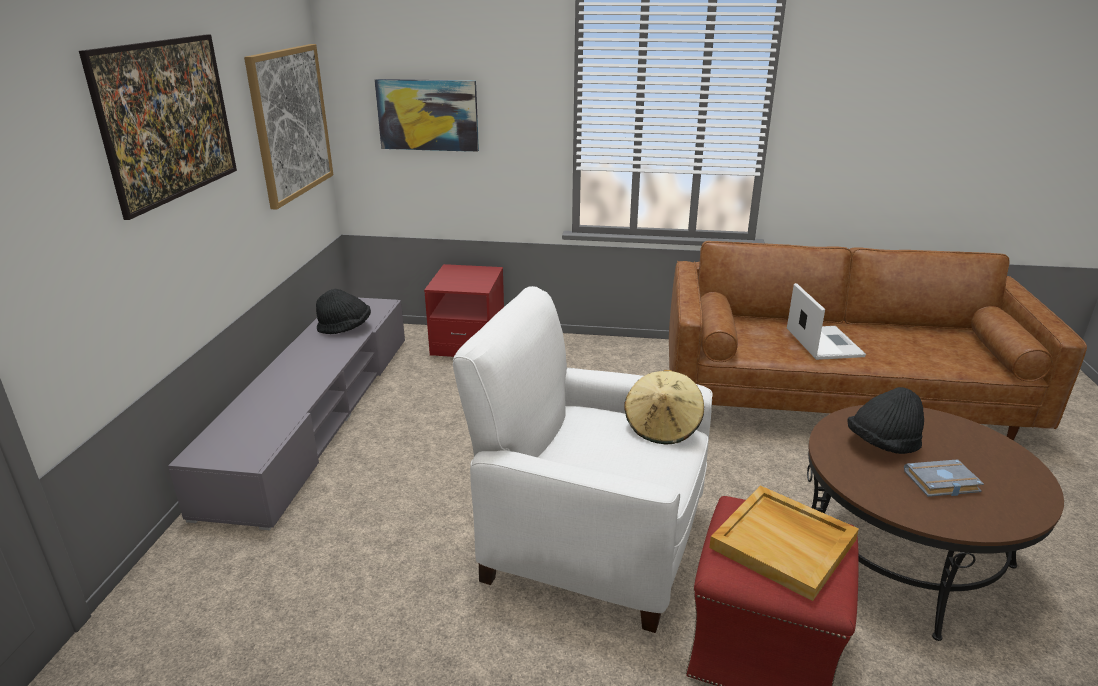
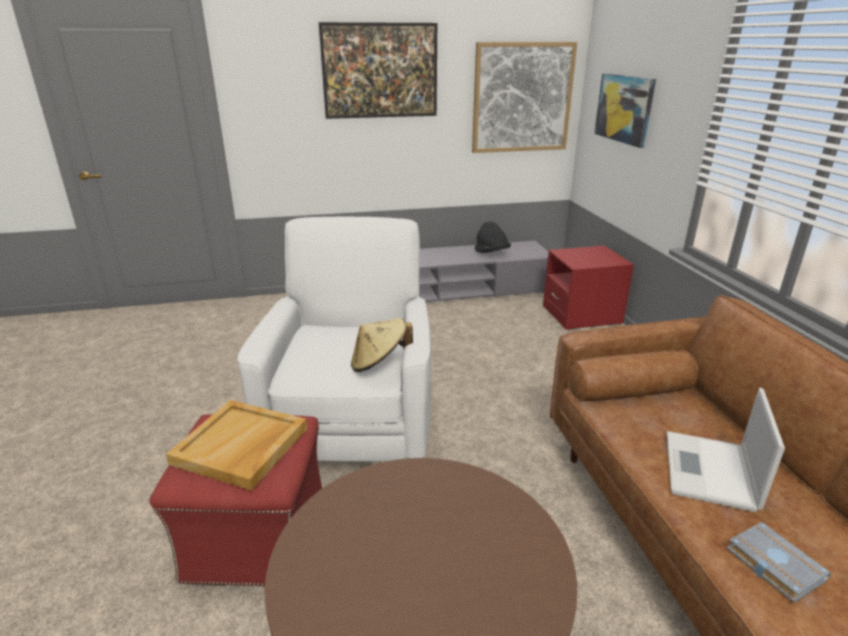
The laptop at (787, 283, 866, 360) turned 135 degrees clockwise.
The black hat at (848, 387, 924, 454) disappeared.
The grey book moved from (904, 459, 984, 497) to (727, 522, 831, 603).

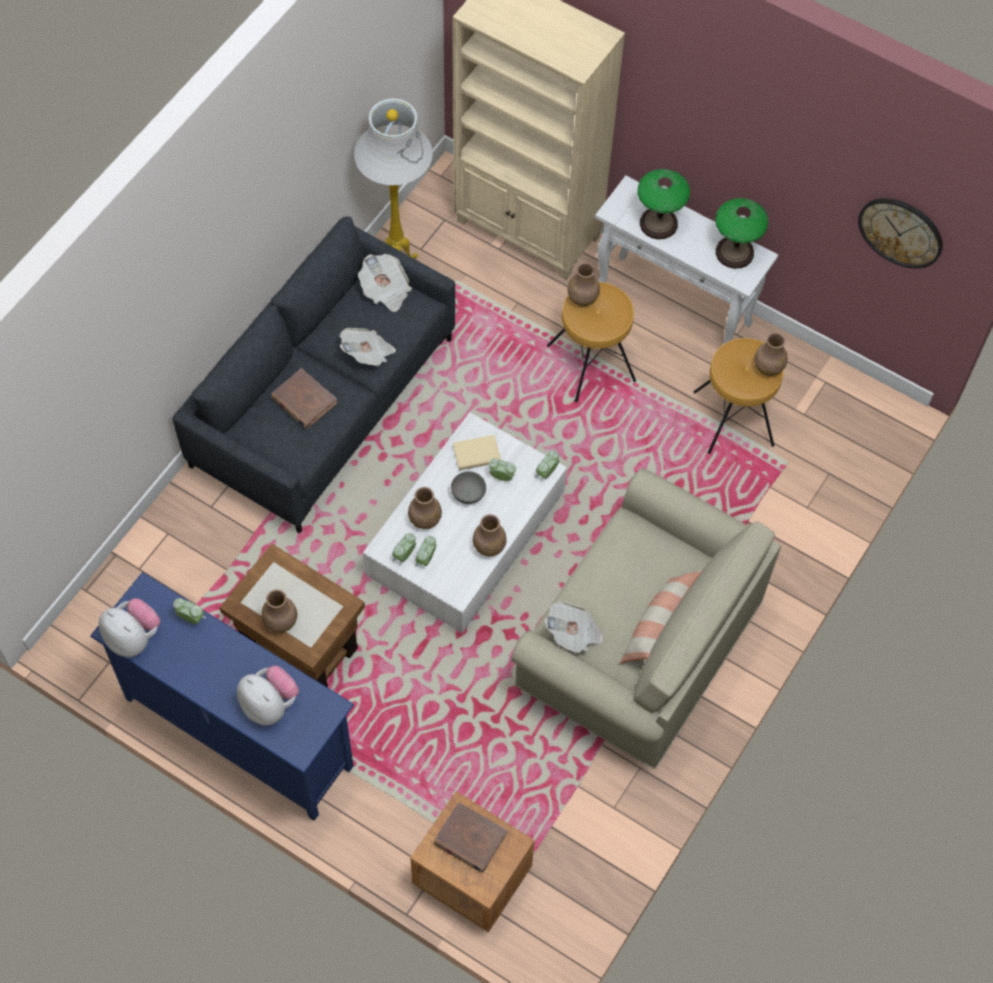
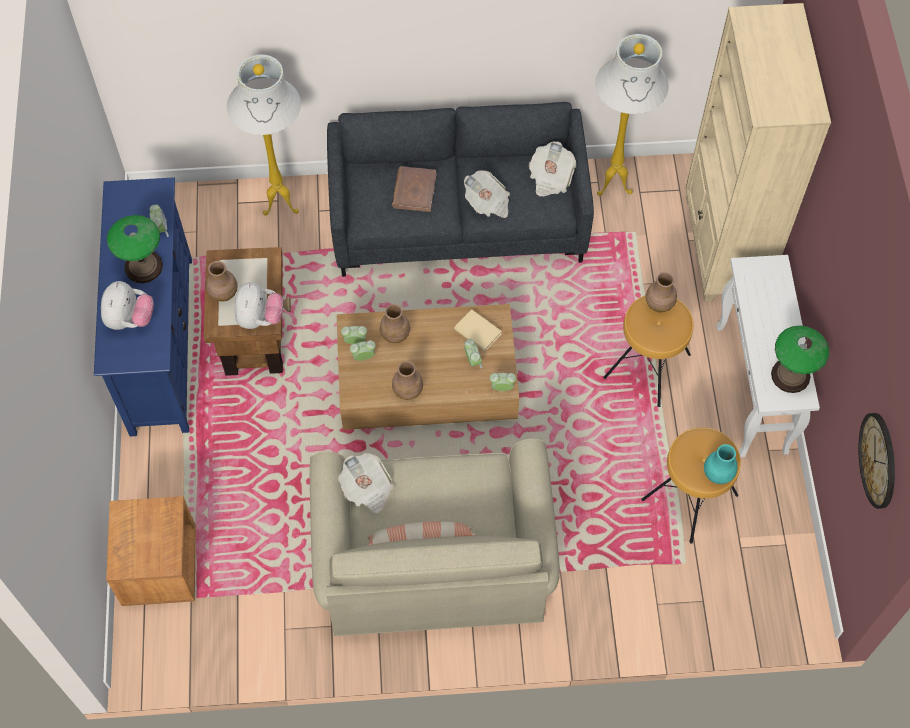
The plush toy moved from (98, 598, 160, 657) to (235, 282, 283, 329).
The white coffee table at (363, 412, 567, 633) became the brown coffee table at (337, 304, 519, 430).
The brown book at (434, 802, 507, 873) disappeared.
The grey bowl at (451, 471, 486, 504) disappeared.
The table lamp moved from (637, 169, 690, 239) to (107, 215, 163, 283).
The brown vase at (754, 332, 787, 376) became the turquoise vase at (704, 444, 738, 484).
The white floor lamp at (227, 55, 301, 215) appeared.

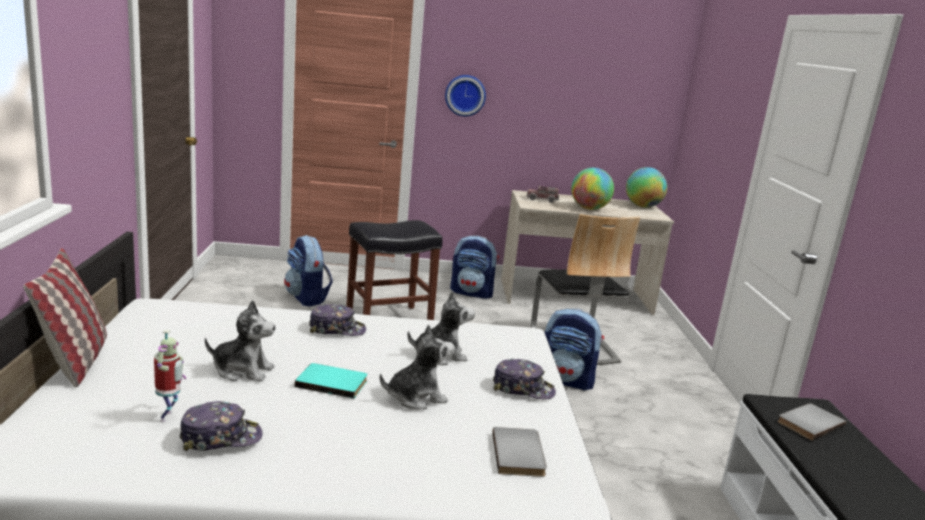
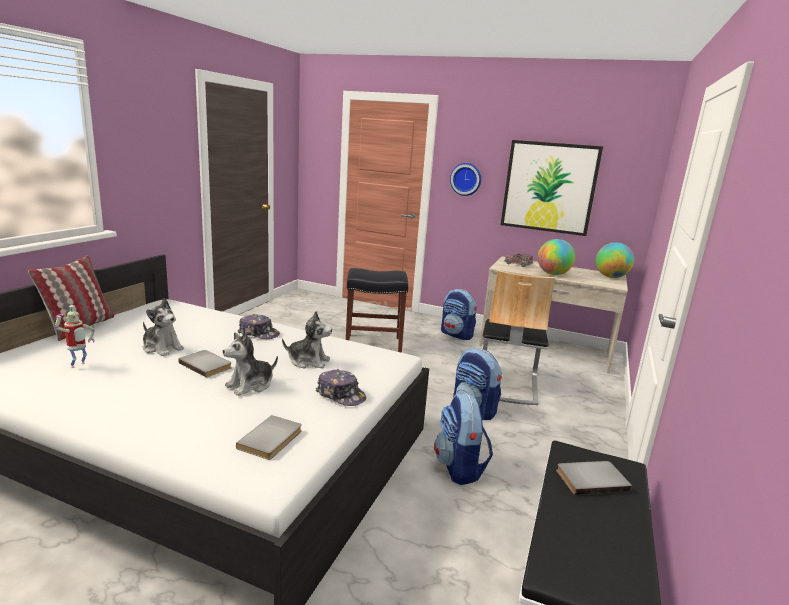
The cap at (179, 401, 262, 451) disappeared.
The backpack moved from (284, 235, 333, 307) to (434, 392, 493, 485).
The turquoise book at (295, 363, 367, 399) became the grey book at (178, 350, 232, 378).
The plush toy at (380, 324, 455, 409) turned 135 degrees clockwise.
The picture at (501, 140, 603, 236) appeared.

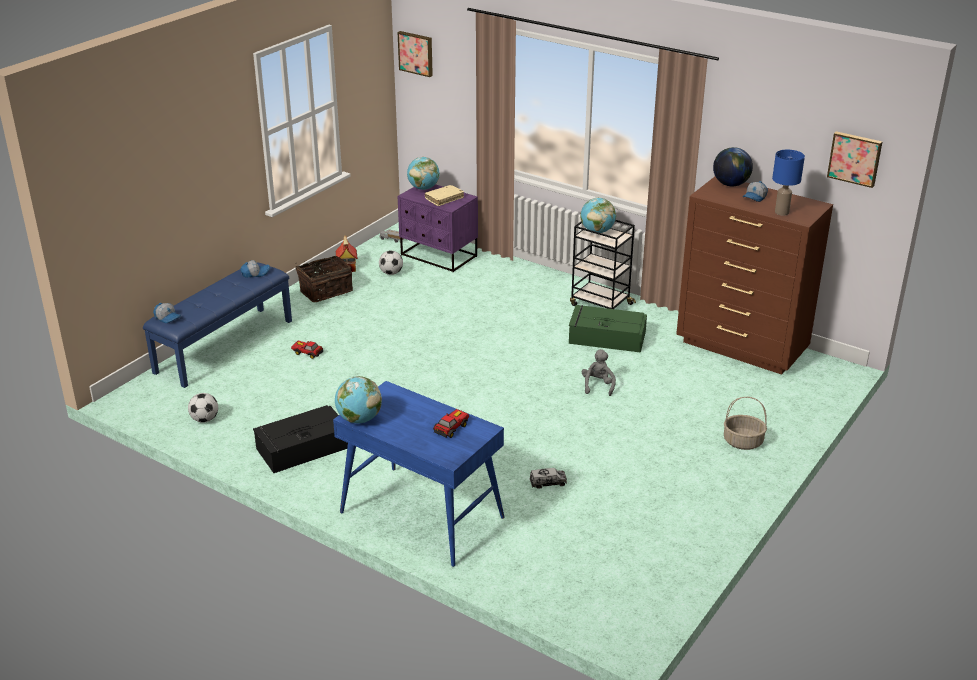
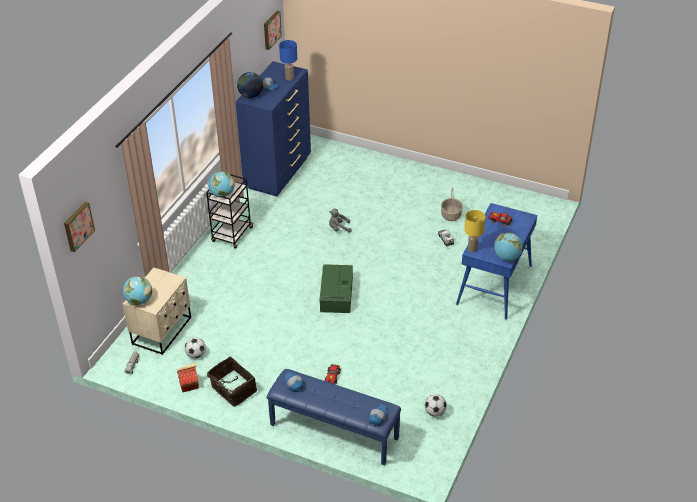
The black storage box at (253, 405, 348, 473) disappeared.
The purple nightstand at (397, 184, 478, 272) became the beige nightstand at (123, 267, 191, 355).
The beige book at (425, 185, 464, 206) disappeared.
The green storage box moved from (569, 305, 647, 353) to (319, 264, 353, 313).
The brown dresser at (676, 177, 833, 375) became the blue dresser at (236, 61, 311, 196).
The basket moved from (724, 397, 767, 450) to (441, 188, 463, 221).
The yellow table lamp at (464, 210, 486, 253) appeared.

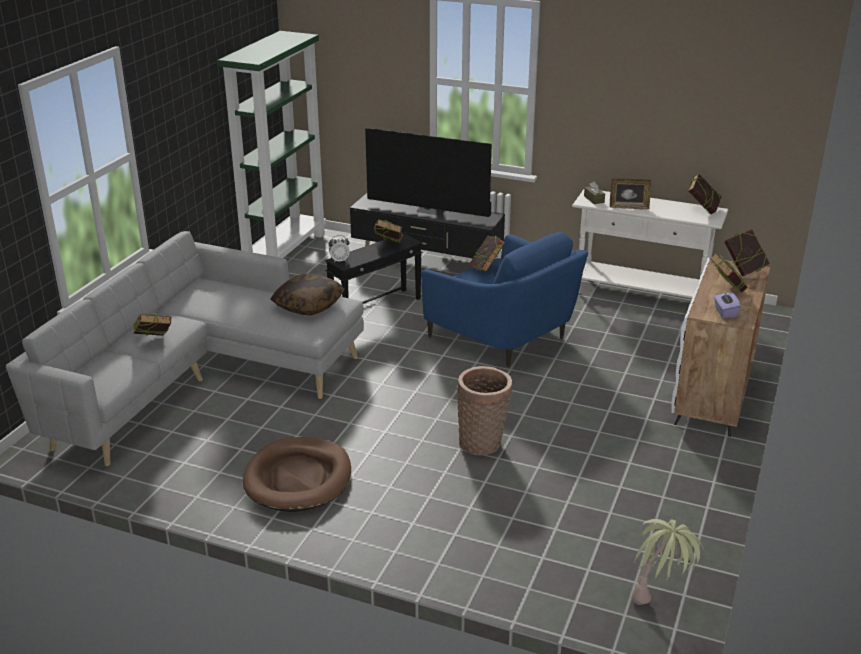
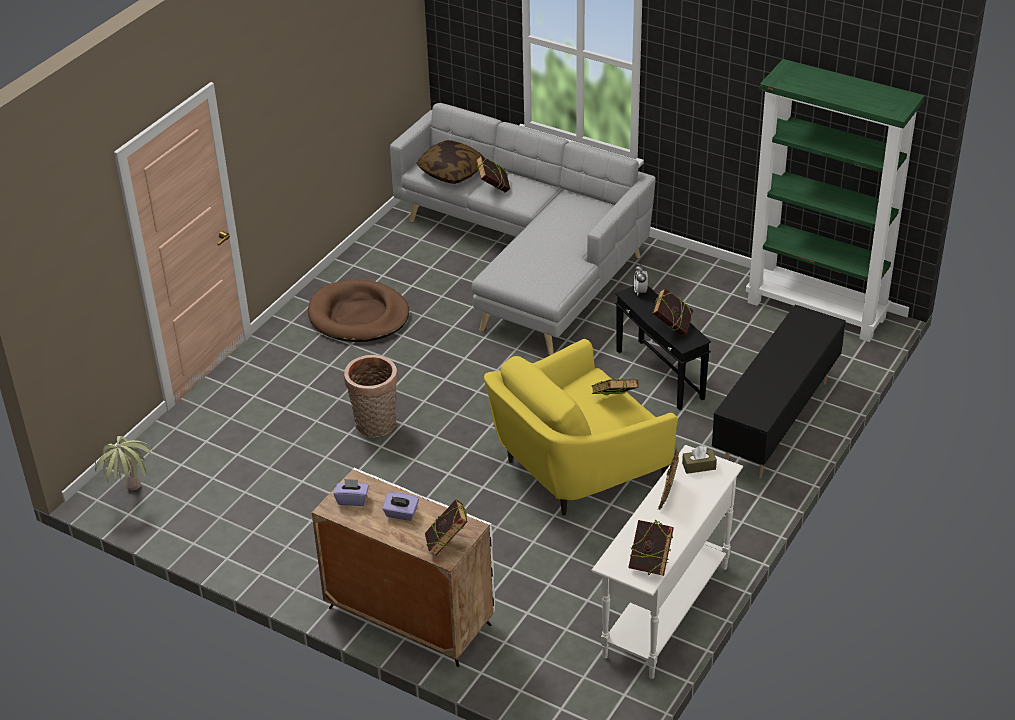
The pillow moved from (270, 274, 345, 315) to (416, 140, 483, 184).
The television at (365, 128, 492, 217) disappeared.
The blue armchair at (421, 232, 588, 367) became the yellow armchair at (484, 339, 678, 516).
The book at (710, 253, 748, 293) was replaced by the purple tissue box at (382, 492, 419, 521).

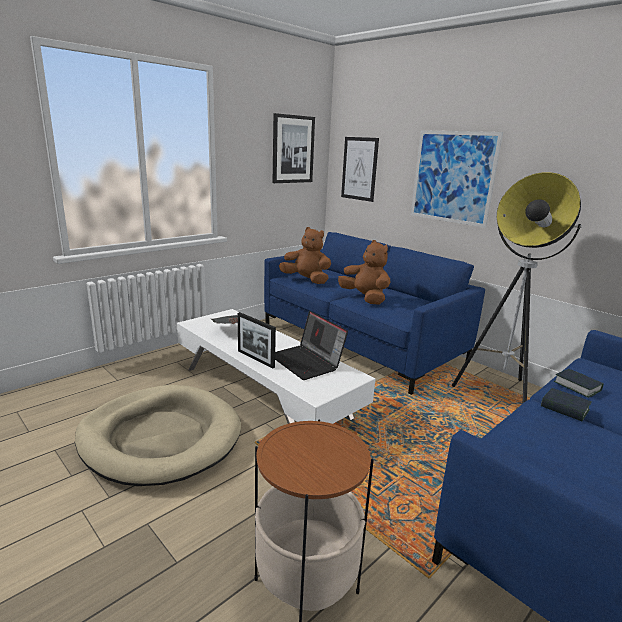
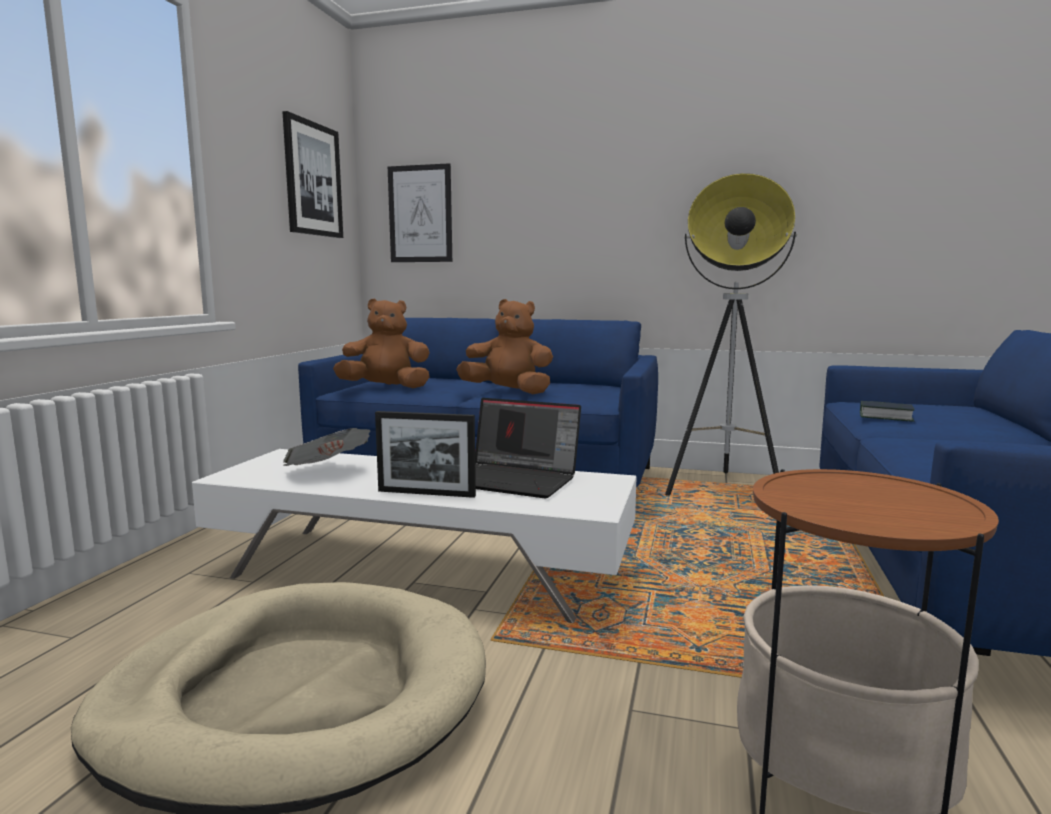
The picture at (411, 130, 503, 228) disappeared.
The book at (541, 388, 592, 421) disappeared.

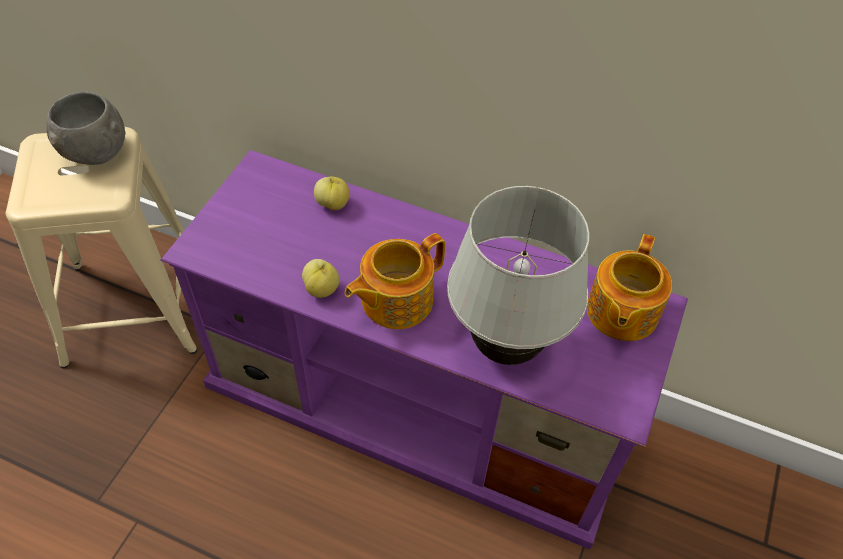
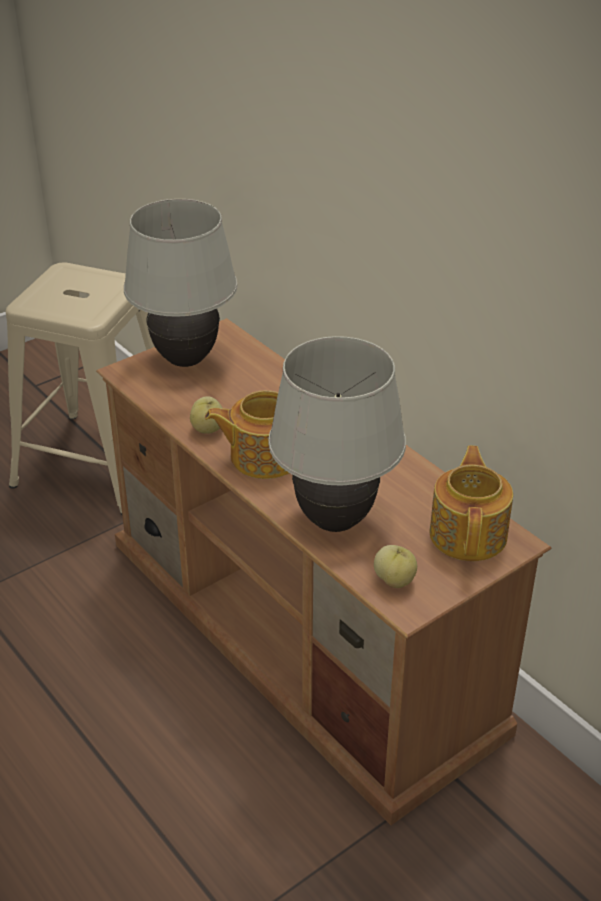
The grey bowl at (46, 92, 126, 165) disappeared.
The purple tv stand at (161, 150, 688, 550) became the brown tv stand at (96, 318, 552, 825).
The apple moved from (314, 177, 350, 211) to (374, 545, 417, 588).
The teapot at (587, 234, 672, 341) turned 135 degrees clockwise.
The white table lamp at (124, 199, 238, 367) appeared.

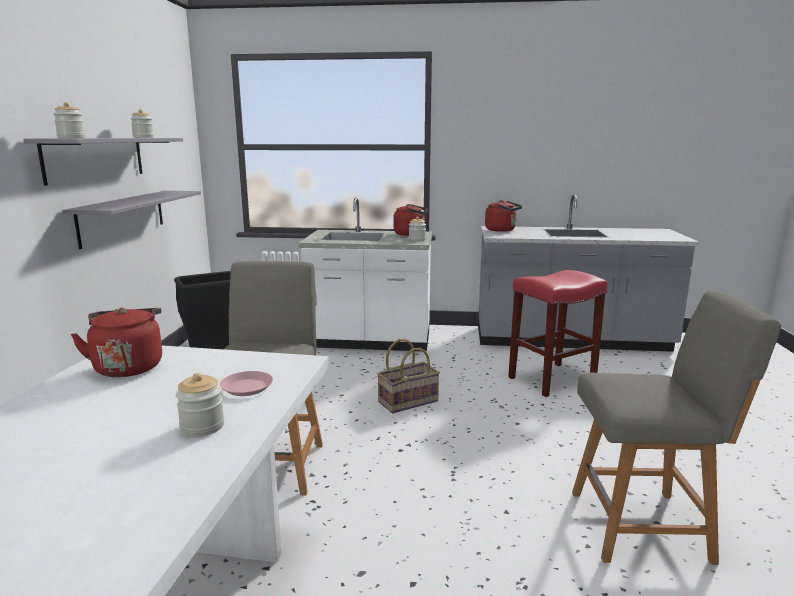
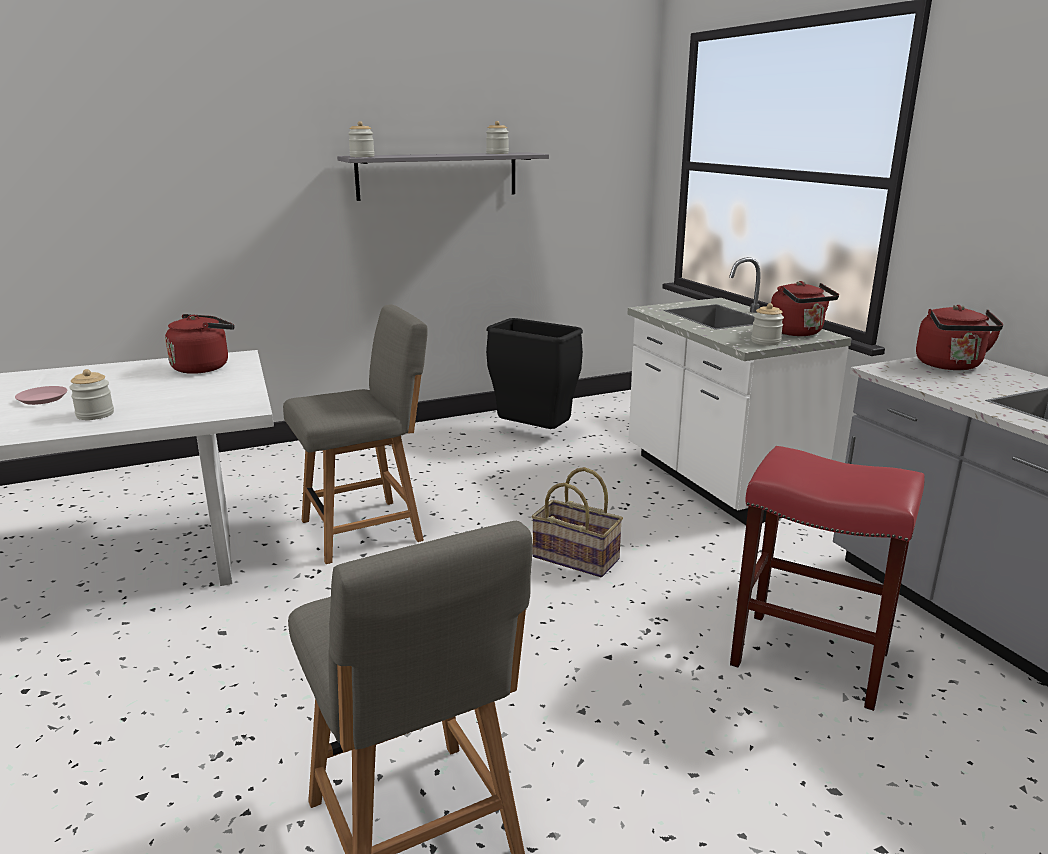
The grey shelf at (62, 191, 201, 249) disappeared.
The pink plate moved from (220, 371, 273, 396) to (15, 386, 68, 405).

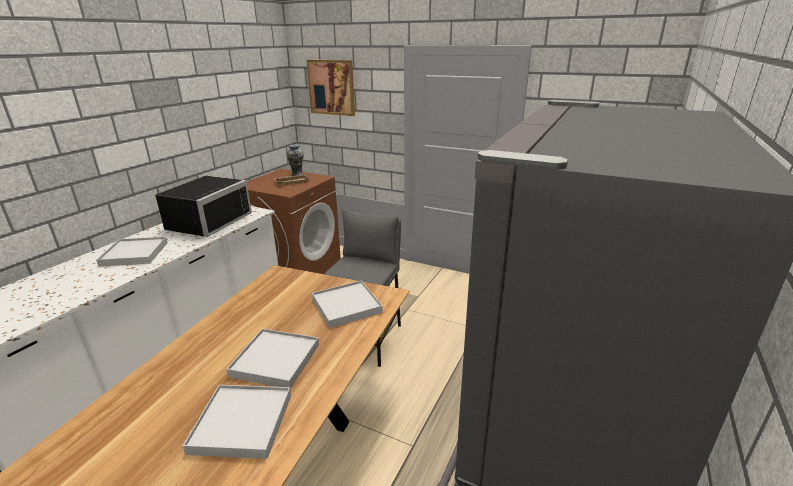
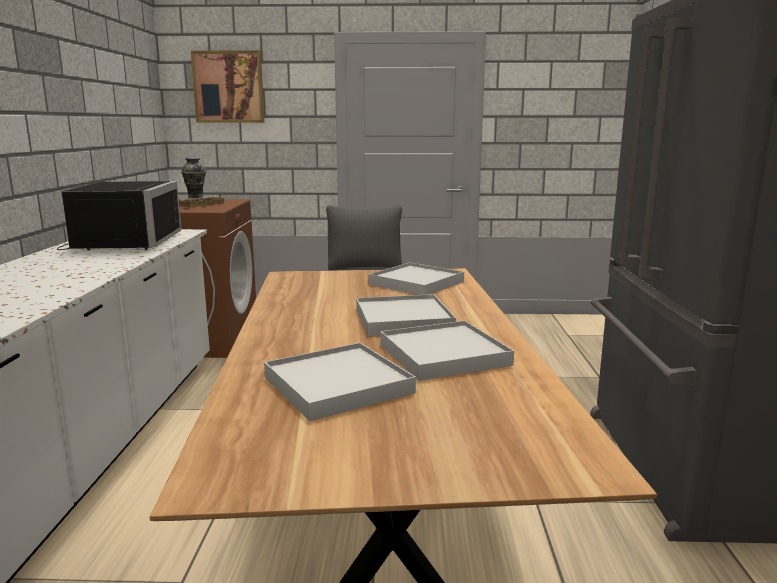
The white tray moved from (96, 237, 168, 267) to (264, 343, 416, 421).

